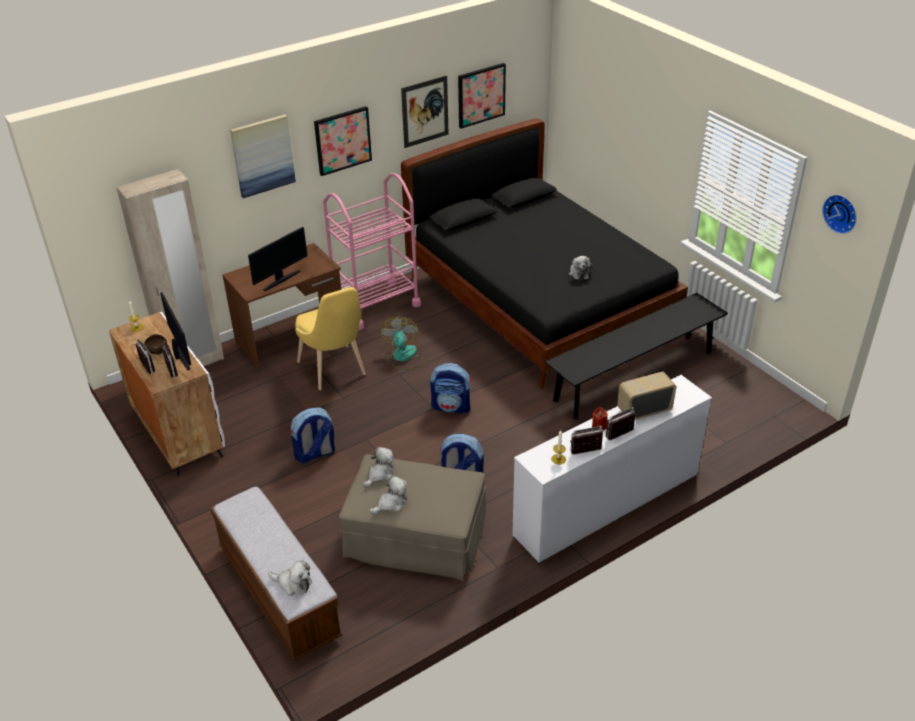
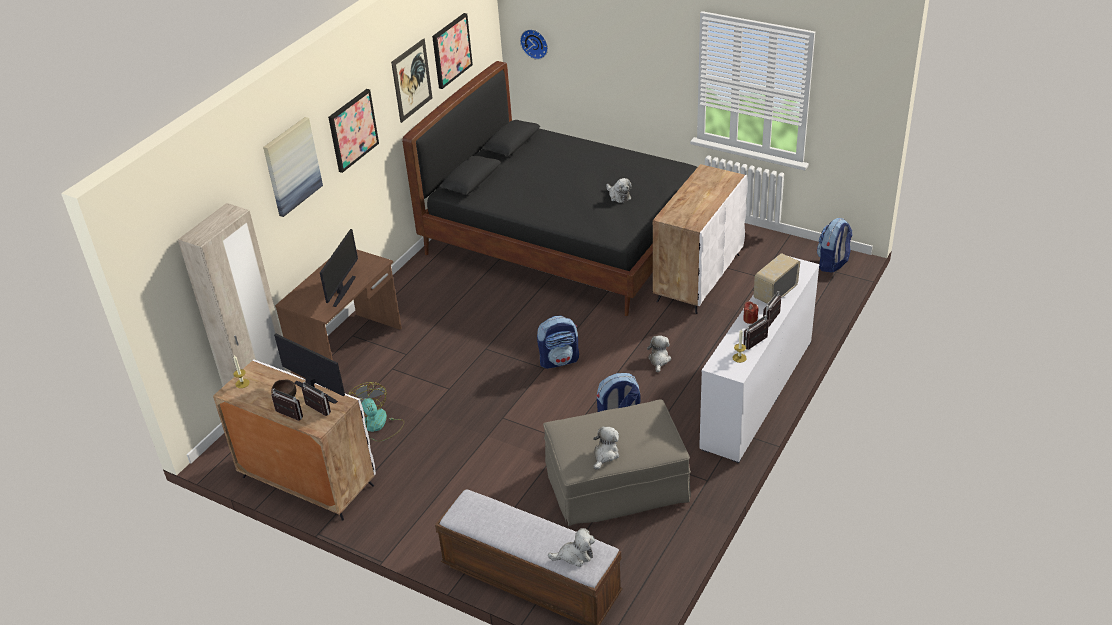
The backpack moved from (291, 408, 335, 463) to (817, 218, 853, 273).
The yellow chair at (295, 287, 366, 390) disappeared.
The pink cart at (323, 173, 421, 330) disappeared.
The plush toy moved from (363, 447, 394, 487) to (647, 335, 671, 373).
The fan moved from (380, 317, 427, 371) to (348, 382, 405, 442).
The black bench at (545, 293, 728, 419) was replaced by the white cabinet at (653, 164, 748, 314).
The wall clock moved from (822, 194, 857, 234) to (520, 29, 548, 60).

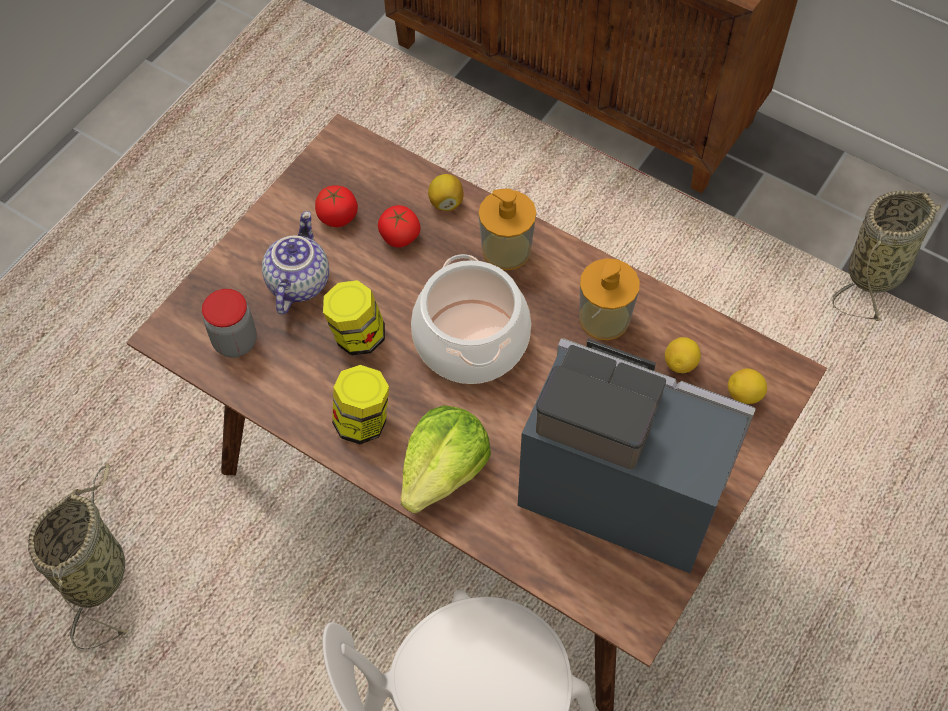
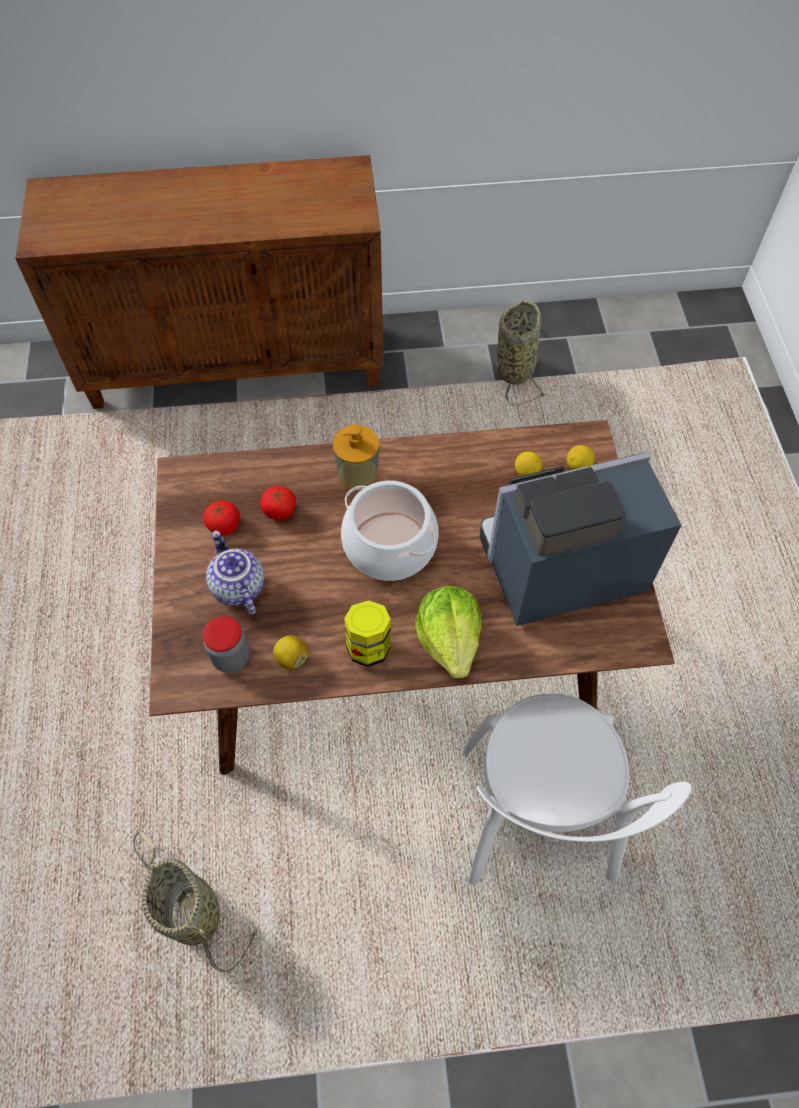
The jar at (323, 280, 385, 356) disappeared.
The lemon moved from (428, 174, 464, 211) to (273, 635, 308, 669).
The soap dispenser at (579, 258, 640, 340) disappeared.

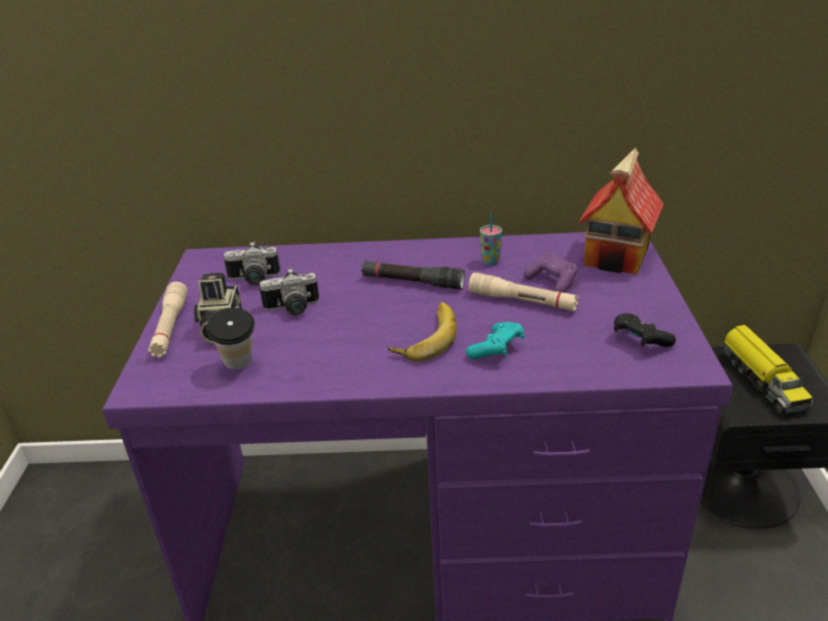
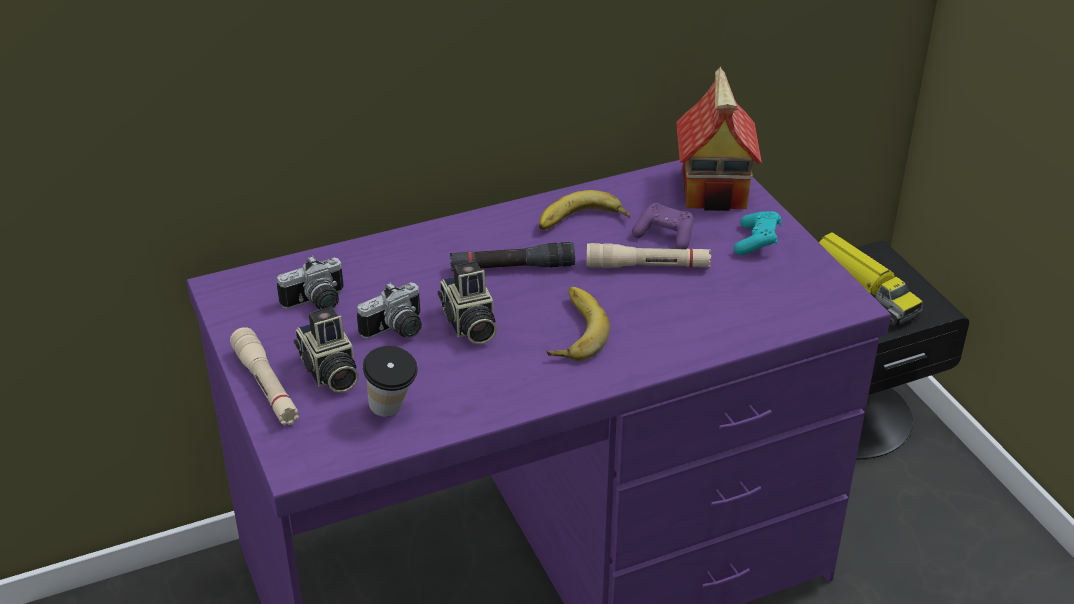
The turquoise game controller moved from (466, 322, 524, 359) to (734, 211, 782, 255).
The cup at (480, 213, 502, 265) was replaced by the banana at (539, 190, 630, 230).
The black game controller at (614, 313, 676, 347) disappeared.
The photo camera at (438, 261, 497, 344) appeared.

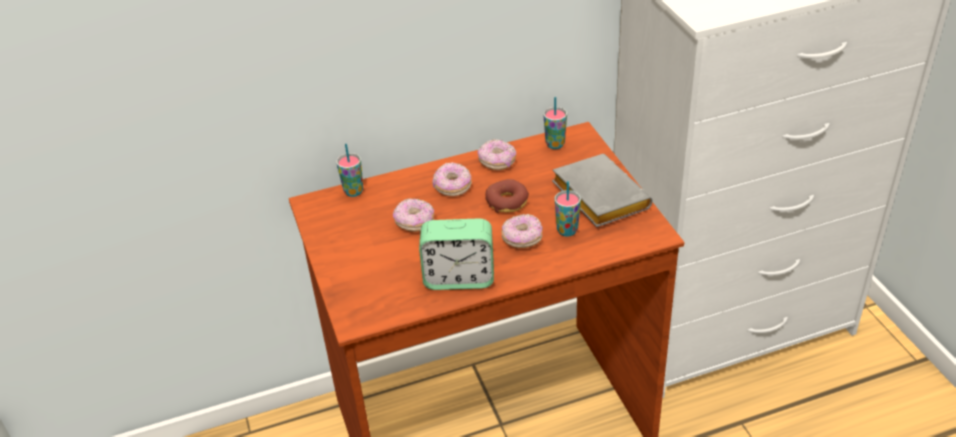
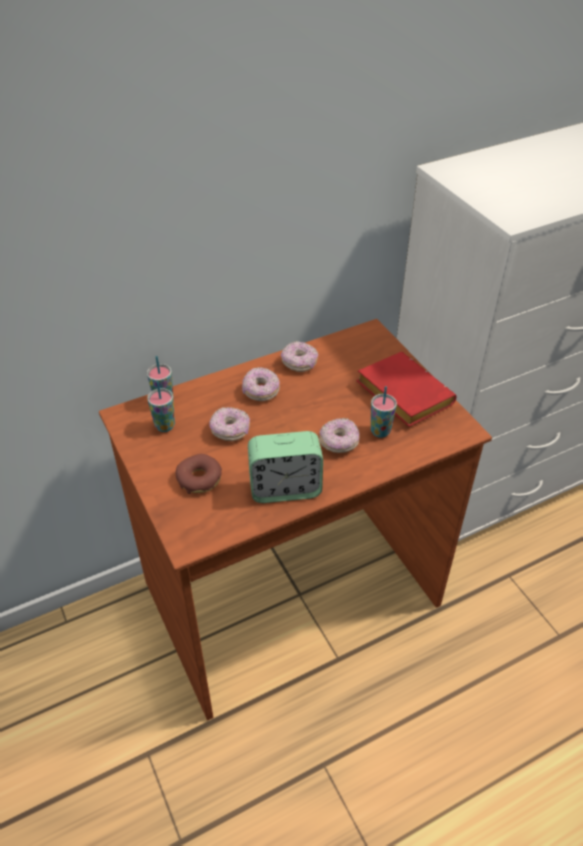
The donut moved from (485, 179, 529, 213) to (176, 454, 222, 494).
The cup moved from (543, 97, 567, 149) to (147, 381, 175, 432).
The grey book at (552, 154, 652, 227) became the red book at (356, 352, 456, 427).

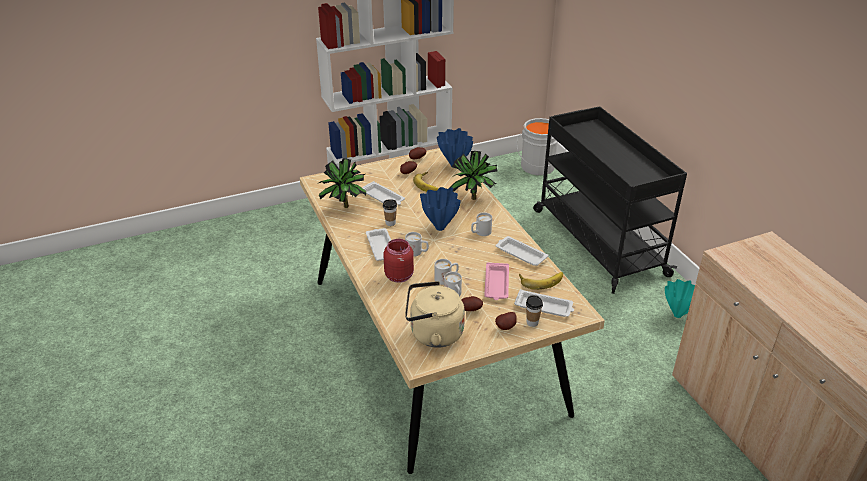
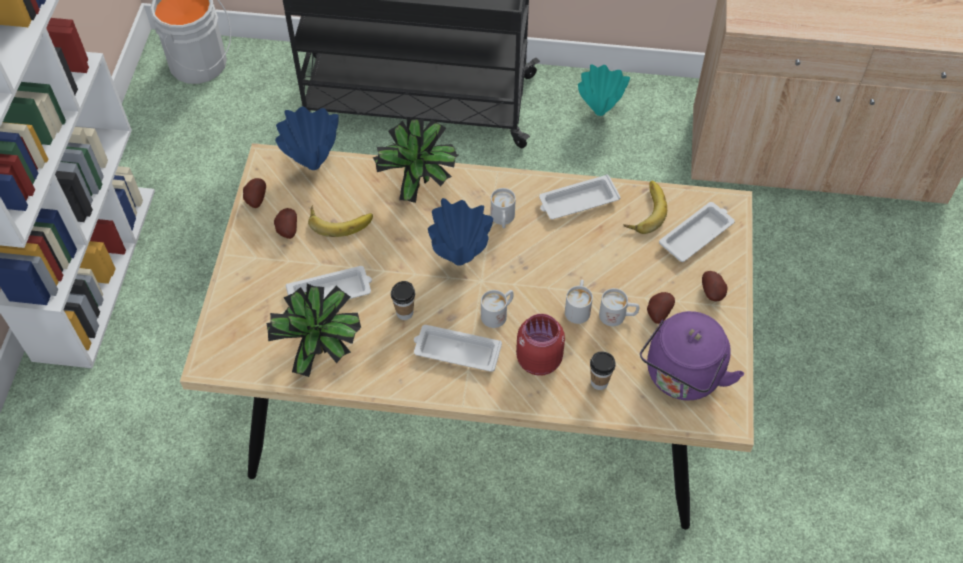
The beige kettle at (405, 281, 465, 348) became the purple kettle at (640, 311, 744, 400).
The pink tray at (484, 263, 509, 300) disappeared.
The cup moved from (526, 295, 543, 327) to (590, 351, 616, 390).

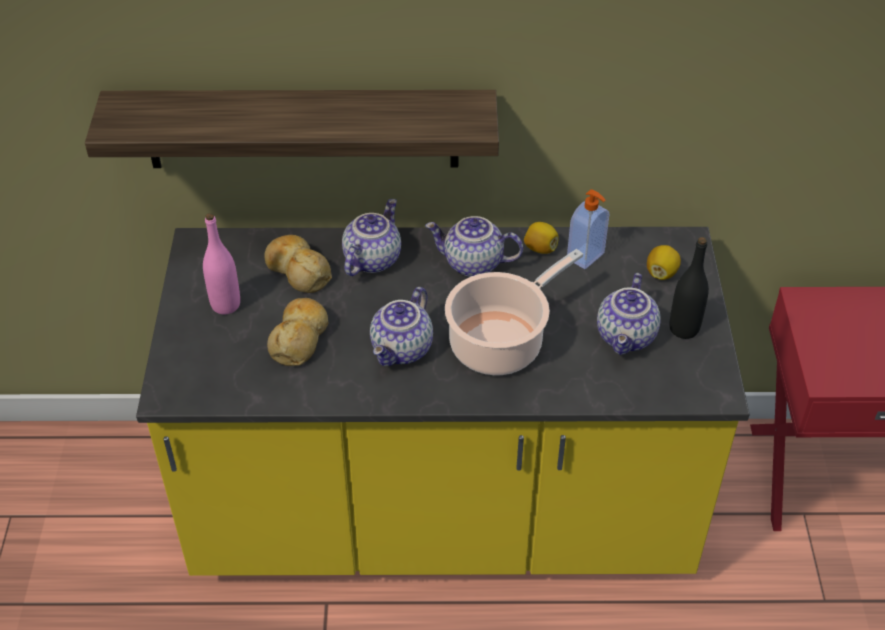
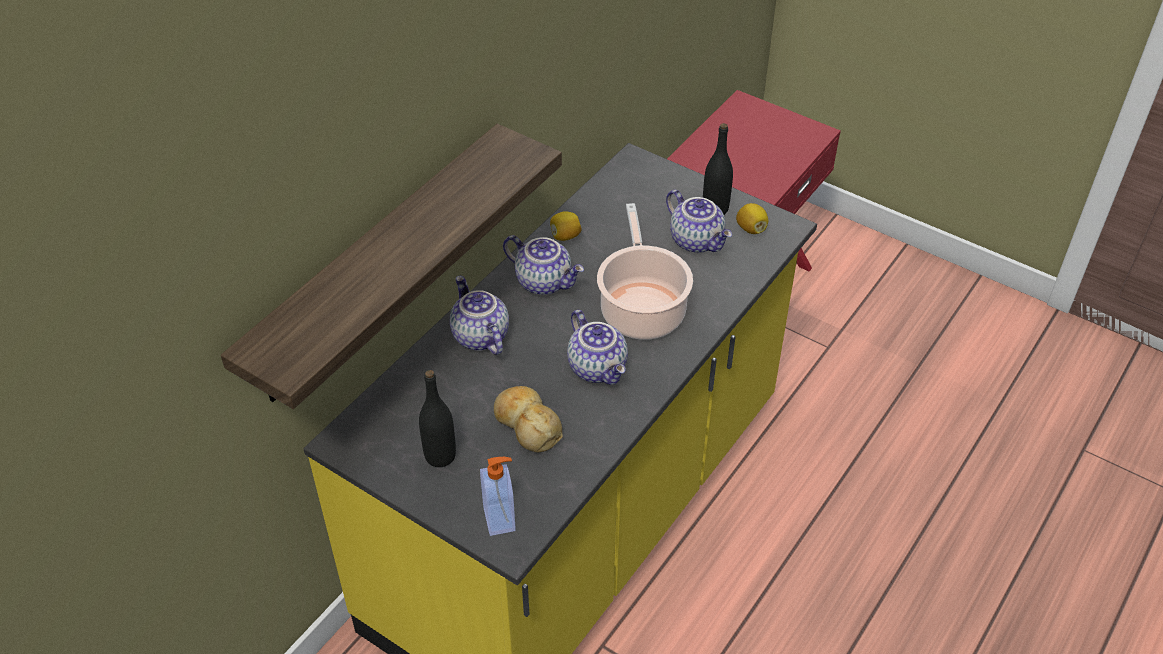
The pink bottle at (203, 213, 240, 315) became the black bottle at (419, 370, 456, 467).
The bread at (264, 235, 332, 293) disappeared.
The teapot at (425, 216, 523, 277) turned 105 degrees counterclockwise.
The soap dispenser moved from (567, 189, 609, 269) to (480, 457, 516, 536).
The lemon moved from (647, 245, 681, 280) to (736, 203, 768, 234).

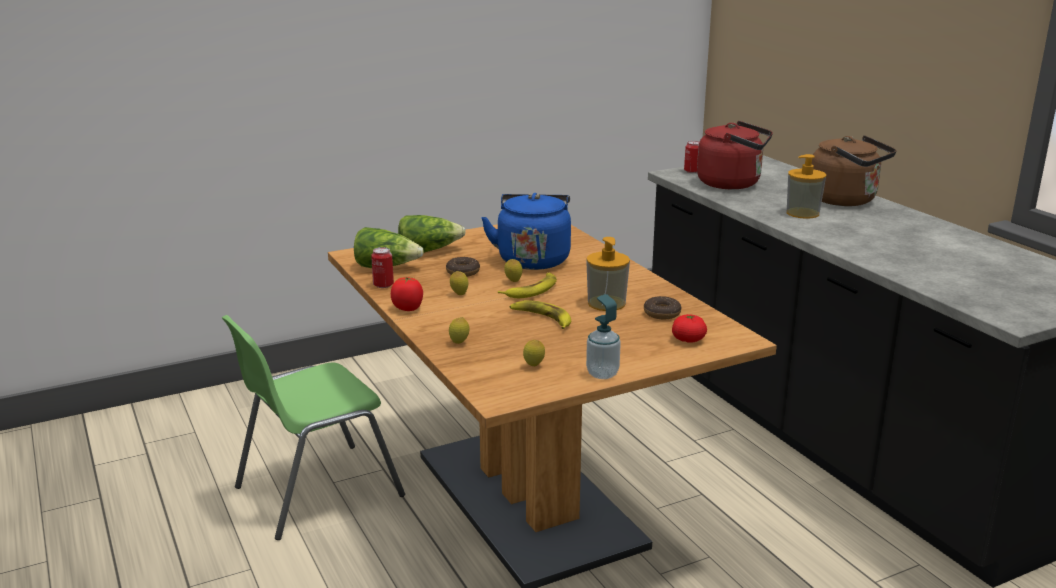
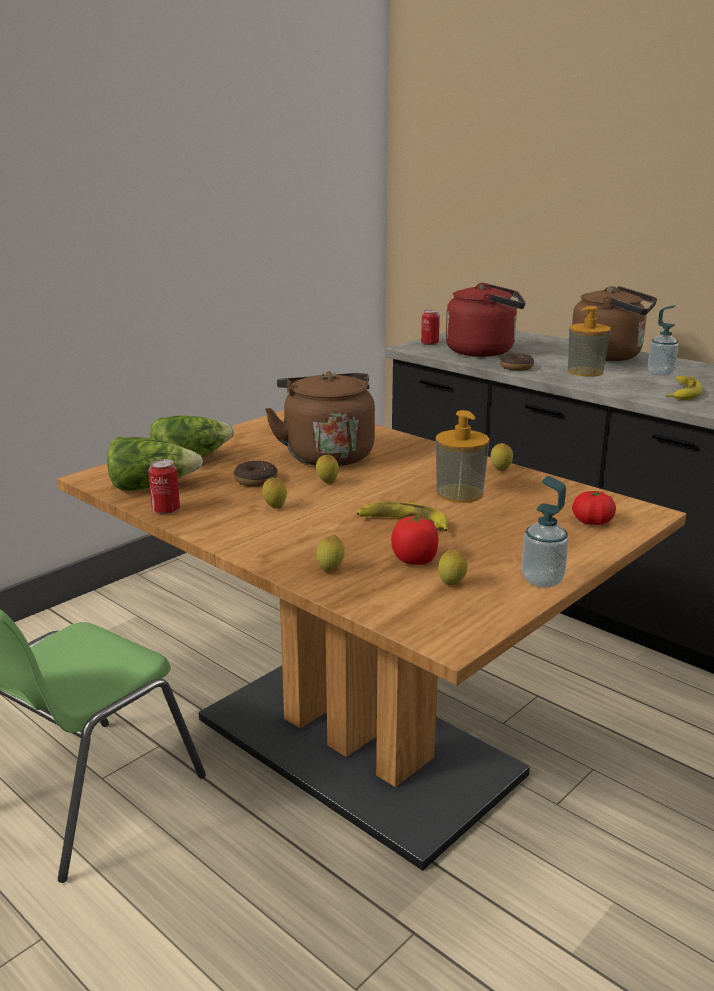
The tomato moved from (391, 277, 423, 311) to (391, 515, 439, 565).
The blue kettle at (481, 193, 571, 270) became the brown kettle at (265, 371, 375, 466).
The banana moved from (498, 273, 557, 298) to (666, 376, 702, 400).
The donut moved from (644, 296, 681, 319) to (500, 353, 534, 371).
The lemon at (491, 443, 513, 471) appeared.
The soap dispenser at (648, 305, 679, 376) appeared.

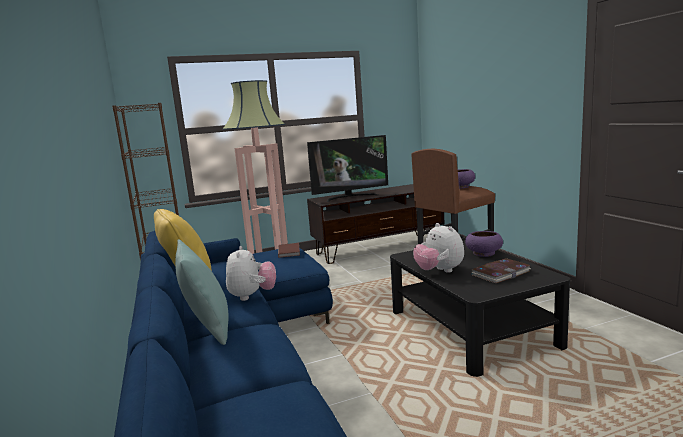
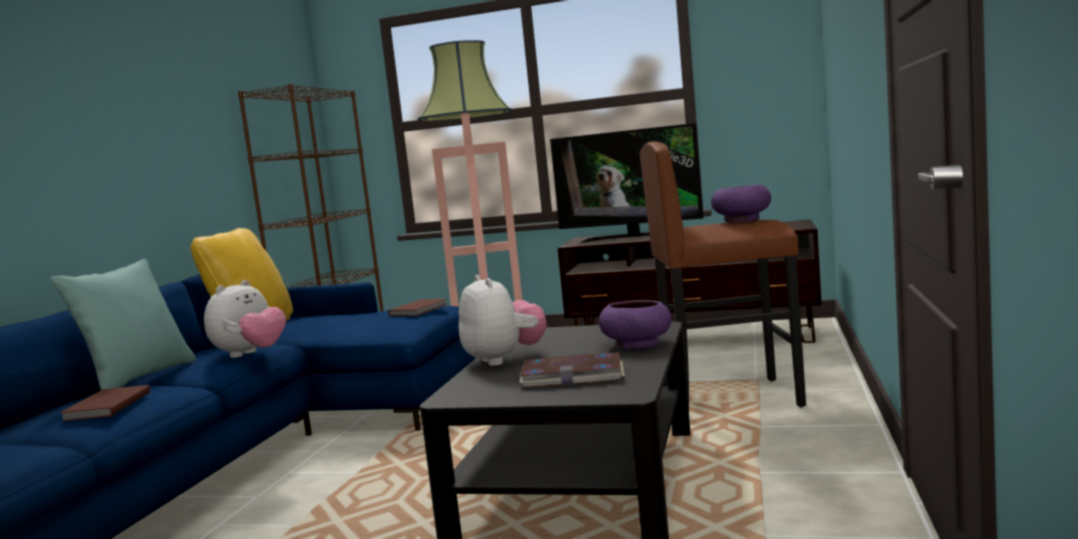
The plush toy at (413, 223, 464, 273) turned 150 degrees clockwise.
The brown book at (60, 385, 150, 421) appeared.

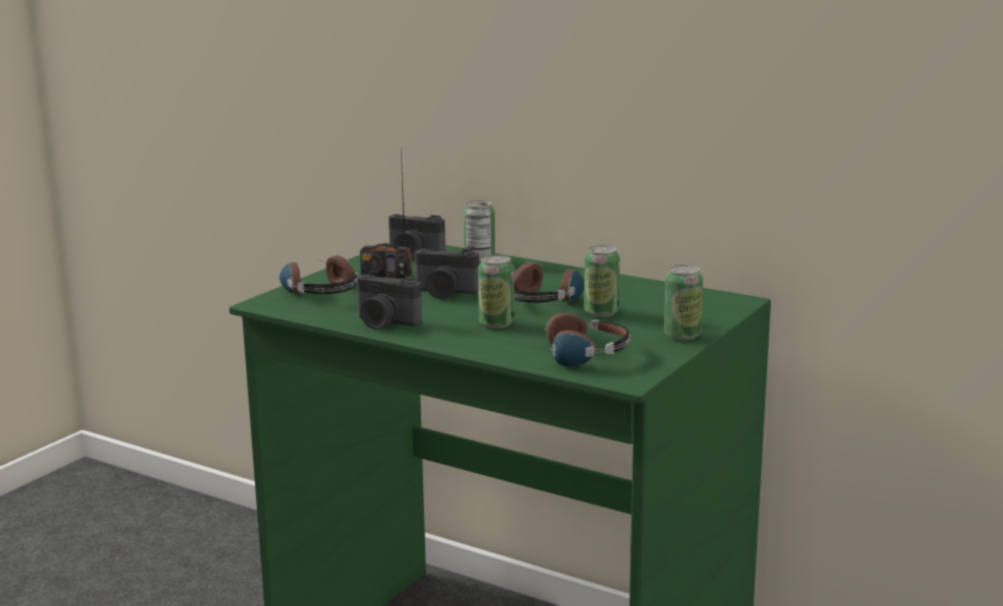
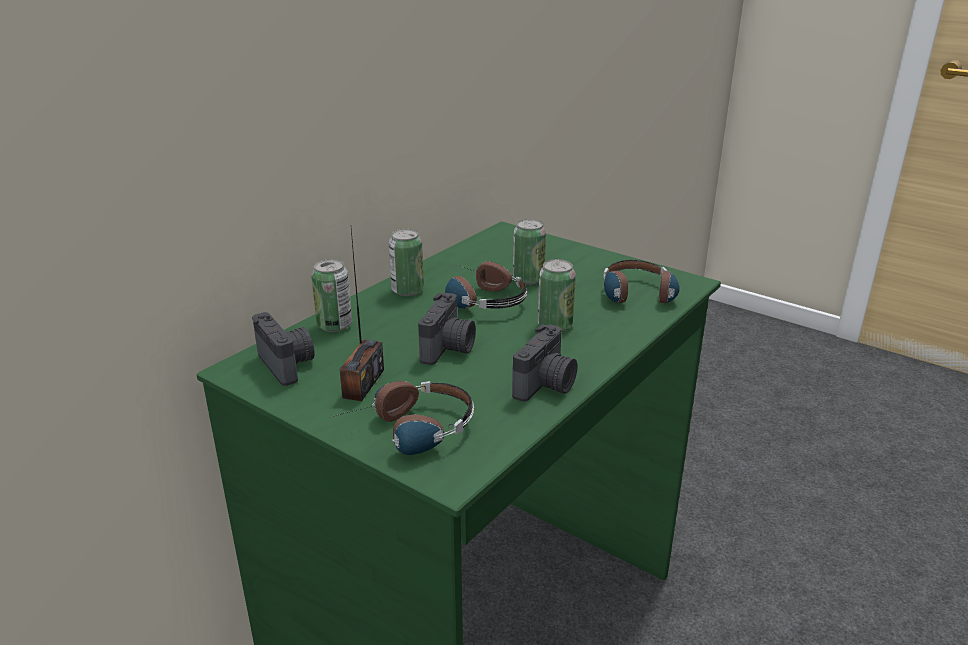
The photo camera at (389, 214, 446, 259) turned 60 degrees counterclockwise.
The can moved from (664, 265, 703, 340) to (389, 229, 424, 296).

